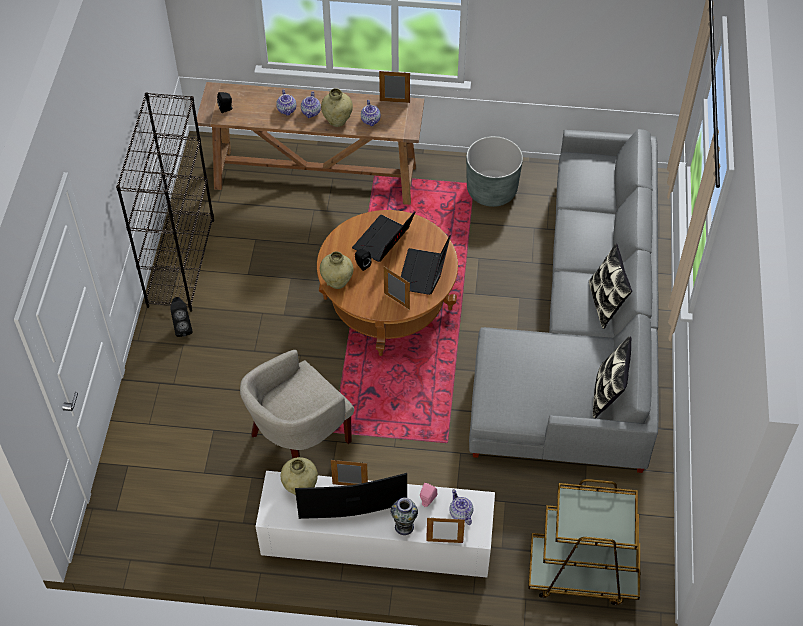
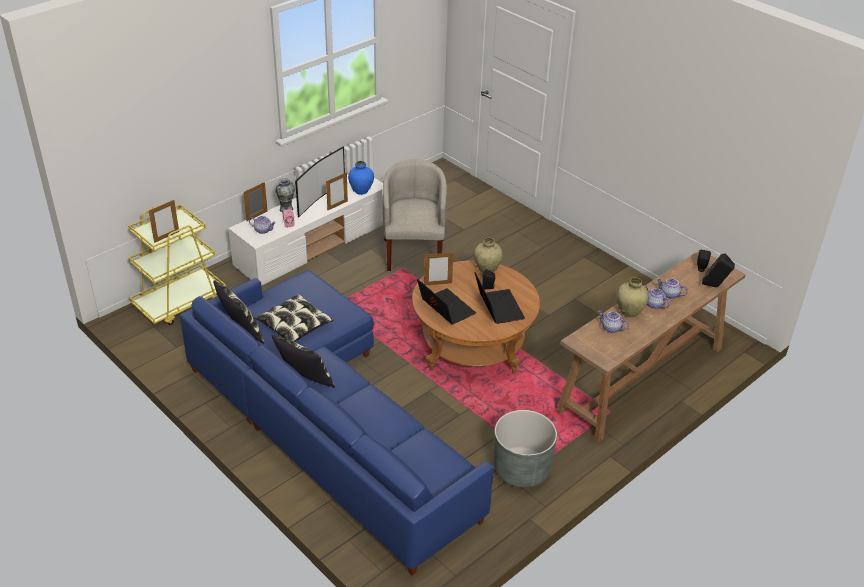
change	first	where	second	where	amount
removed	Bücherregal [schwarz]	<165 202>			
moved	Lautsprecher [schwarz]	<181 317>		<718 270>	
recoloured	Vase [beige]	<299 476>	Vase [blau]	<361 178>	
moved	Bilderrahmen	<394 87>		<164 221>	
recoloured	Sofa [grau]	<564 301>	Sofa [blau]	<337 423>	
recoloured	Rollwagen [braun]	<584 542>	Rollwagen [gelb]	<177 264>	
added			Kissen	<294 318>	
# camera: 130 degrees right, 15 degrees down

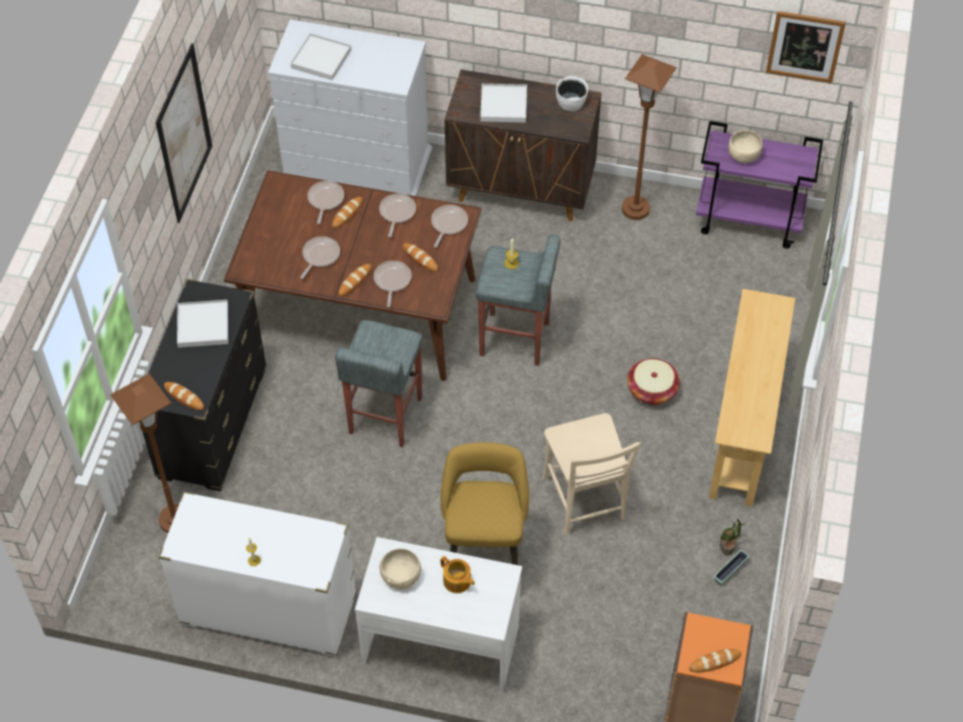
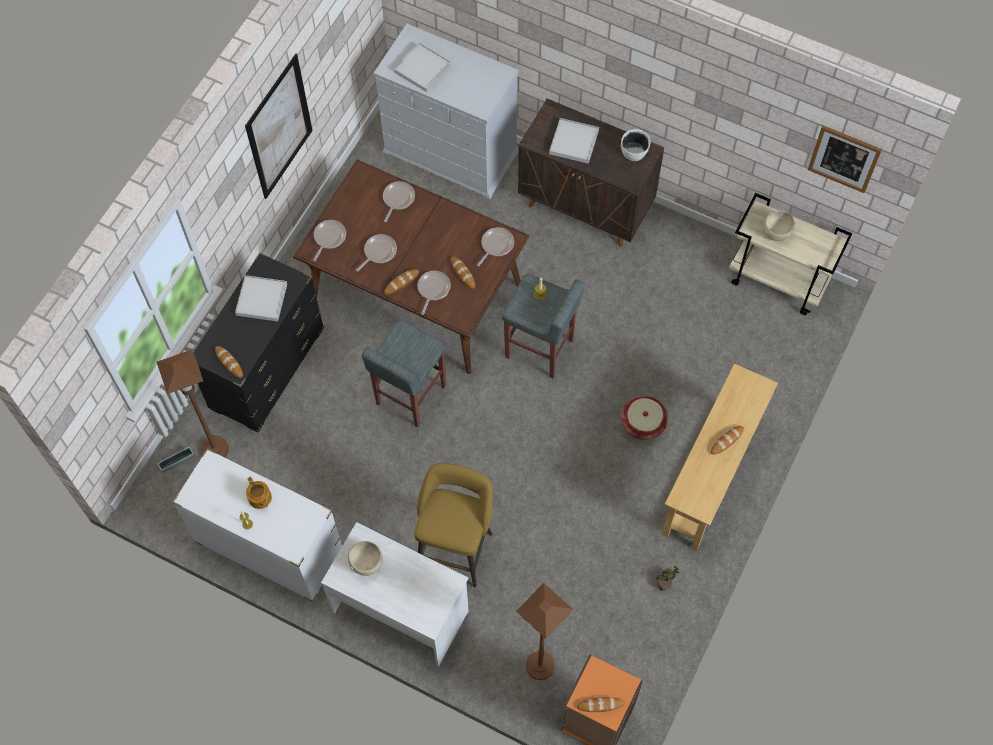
change	first	where	second	where	amount
moved	Brot	<347 212>		<727 440>	
moved	Pfanne	<397 215>		<329 240>	
moved	Teekanne	<457 574>		<259 492>	
removed	Stuhl [beige]	<591 474>			
moved	Stehlampe [braun]	<649 137>		<545 631>	
recoloured	Rollwagen [lila]	<759 184>	Rollwagen [beige]	<790 254>	
moved	Pflanzkübel	<731 568>		<175 459>	
# camera: 15 degrees right, 10 degrees up

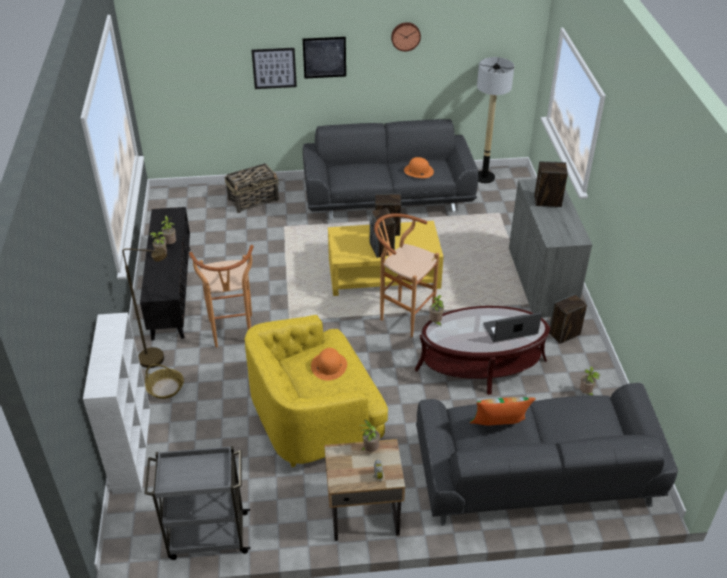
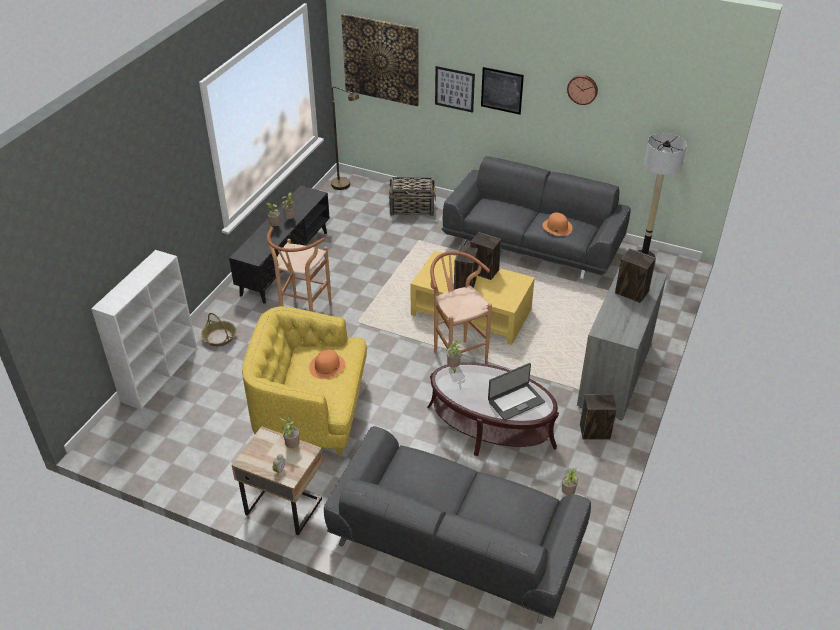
change	first	where	second	where	amount
moved	Stehlampe [braun]	<145 308>		<345 138>	
removed	Rollwagen [grau]	<198 503>			
removed	Kissen	<502 411>			
turned	Laptop	<512 327>		<516 391>	135 degrees clockwise
added			Bild	<380 60>	
# camera: 30 degrees right, 0 degrees up

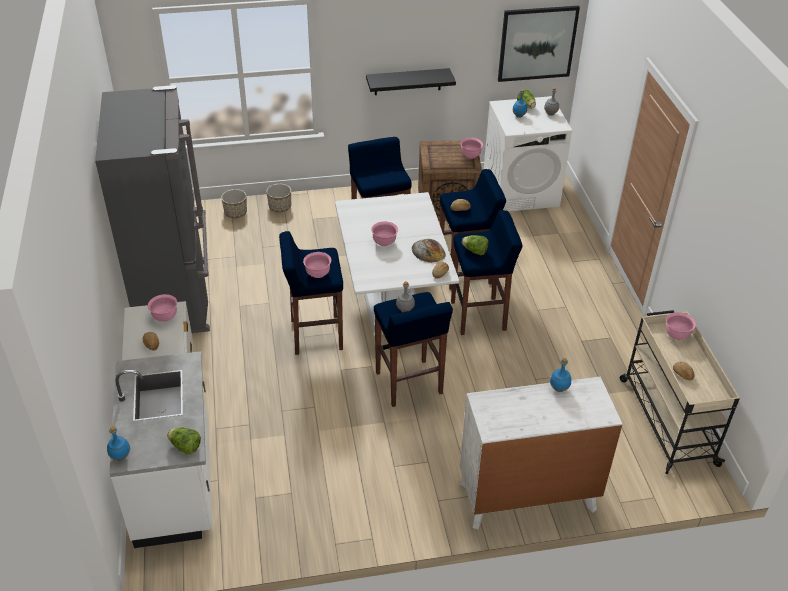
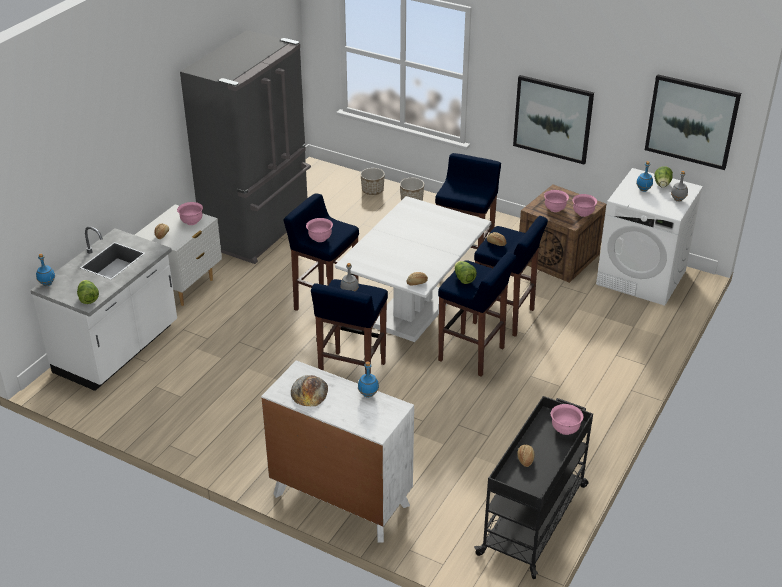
change	first	where	second	where	amount
replaced	Wandregal [schwarz]	<411 81>	Bild	<553 119>	
moved	Schüssel [rosa]	<384 234>		<556 201>	
moved	Brot	<429 251>		<309 390>	
recoloured	Rollwagen [beige]	<680 392>	Rollwagen [schwarz]	<533 487>	
# camera: 40 degrees right, 5 degrees down

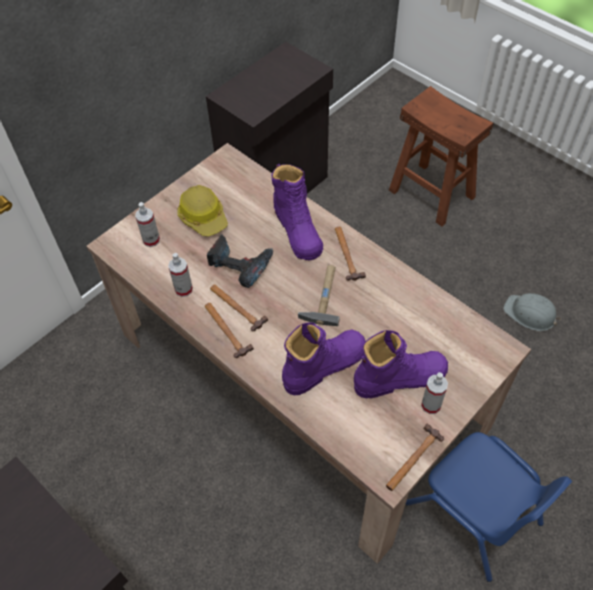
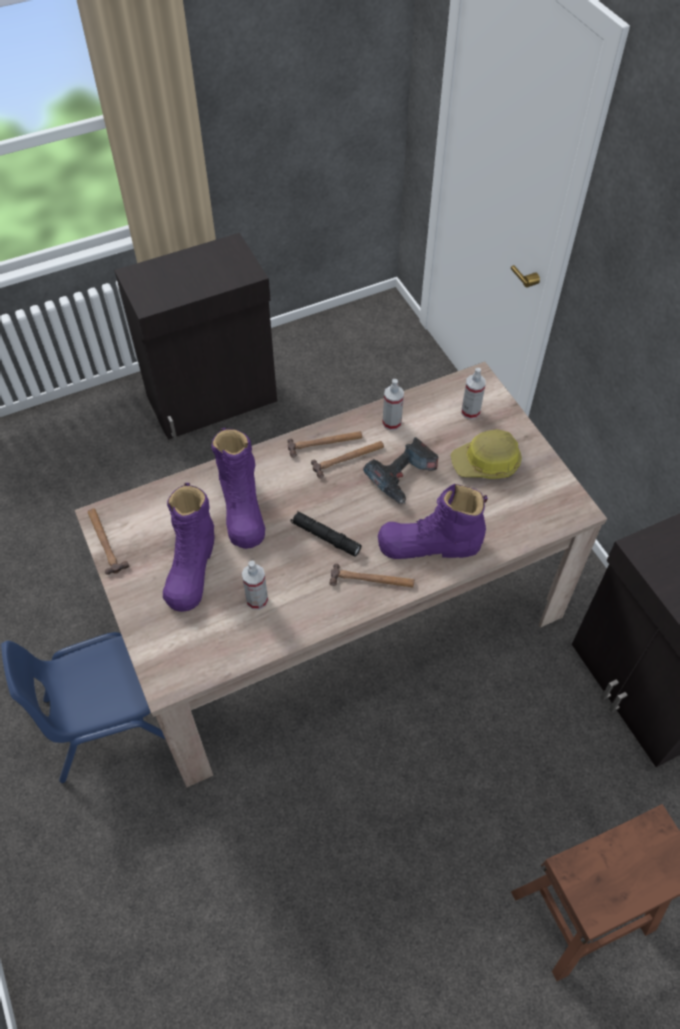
change	first	where	second	where	amount
replaced	Hammer	<319 295>	Taschenlampe [schwarz]	<326 533>	
moved	Sprühflasche	<434 393>		<255 585>	
removed	Schutzhelm [grau]	<532 312>			
# camera: 110 degrees right, 0 degrees up

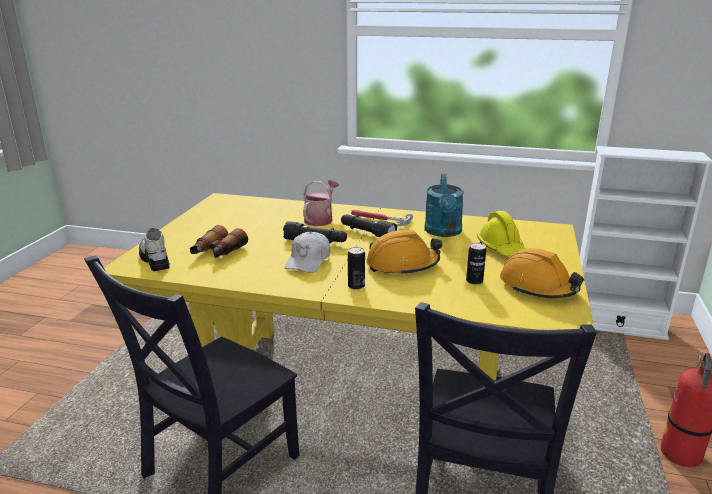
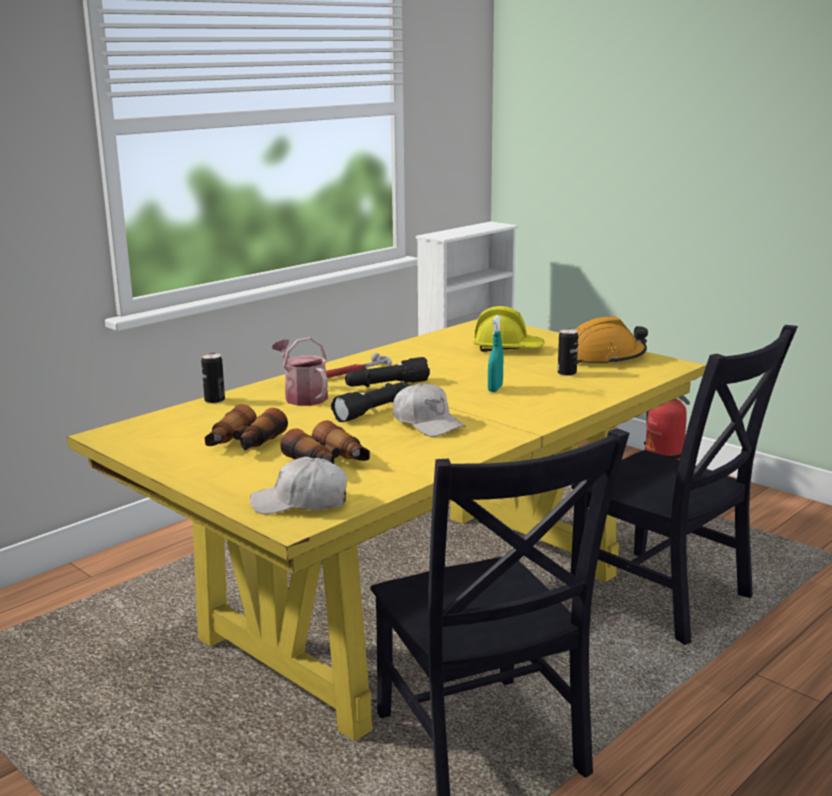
change	first	where	second	where	amount
replaced	Schuh	<154 249>	Kappe [weiß]	<298 485>	
moved	Dose	<356 268>		<213 378>	
replaced	Schutzhelm [orange]	<404 253>	Sprühflasche [türkis]	<495 353>	
removed	Gießkanne [türkis]	<444 205>			
added			Fernglas	<246 427>	
# camera: 60 degrees left, 5 degrees down

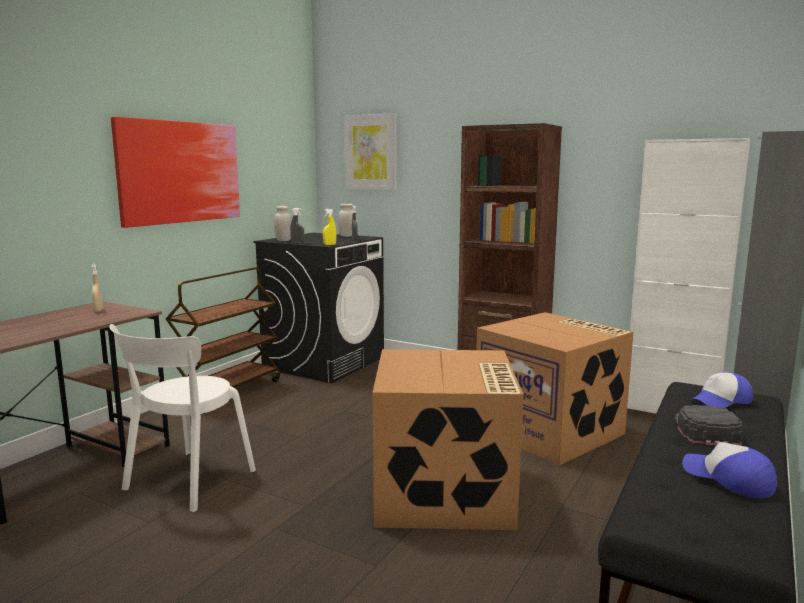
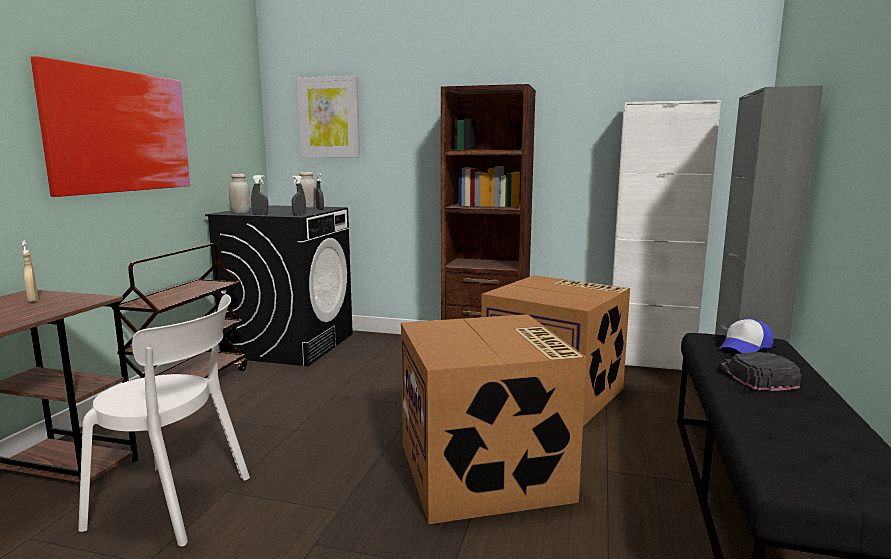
change	first	where	second	where	amount
turned	Stuhl [weiß]	<182 418>		<164 420>	90 degrees counterclockwise
recoloured	Sprühflasche [gelb]	<329 227>	Sprühflasche [grau]	<299 195>	
removed	Kappe	<729 470>			
# camera: 15 degrees left, 0 degrees up

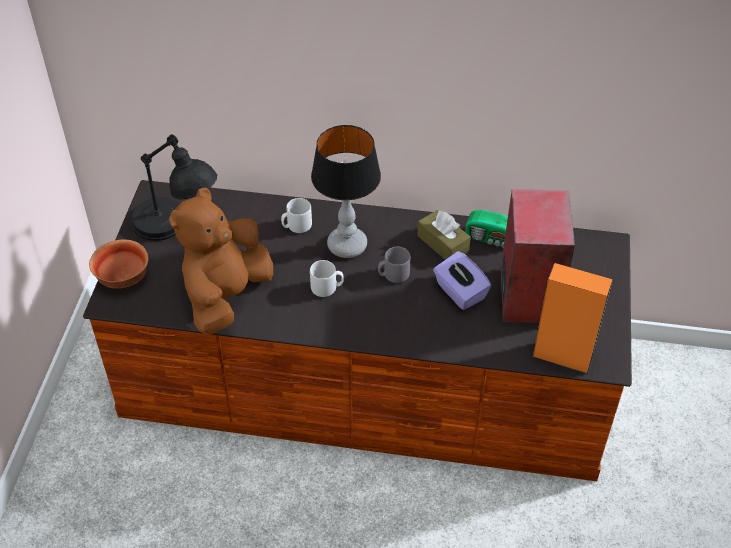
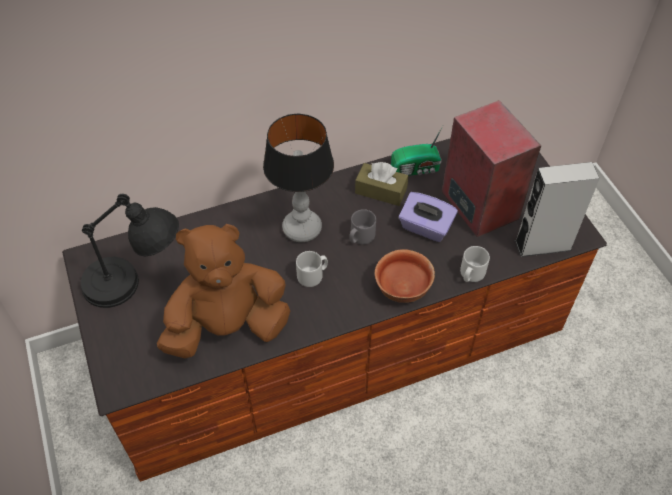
change	first	where	second	where	amount
moved	Schüssel	<119 263>		<405 276>	
turned	Plüschtier [braun]	<221 261>		<223 291>	75 degrees clockwise
moved	Henkelbecher [grau]	<296 215>		<475 264>	
recoloured	Lautsprecher [orange]	<572 318>	Lautsprecher [grau]	<557 209>	
# camera: 30 degrees left, 5 degrees up

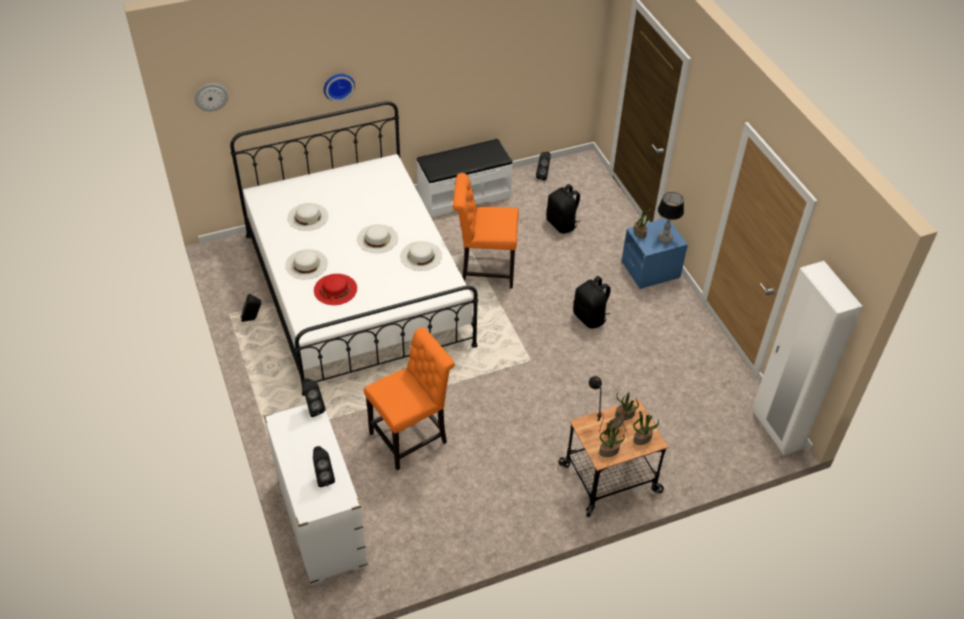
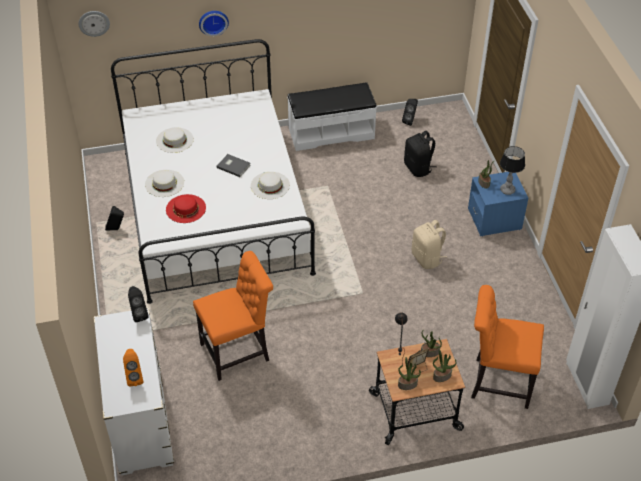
change	first	where	second	where	amount
recoloured	Lautsprecher [schwarz]	<324 466>	Lautsprecher [orange]	<133 367>	
replaced	Hut [weiß]	<377 238>	Buch [grau]	<233 165>	
moved	Stuhl [orange]	<486 231>		<507 347>	
recoloured	Rucksack [schwarz]	<592 302>	Rucksack [beige]	<429 244>	
# camera: 10 degrees right, 0 degrees up

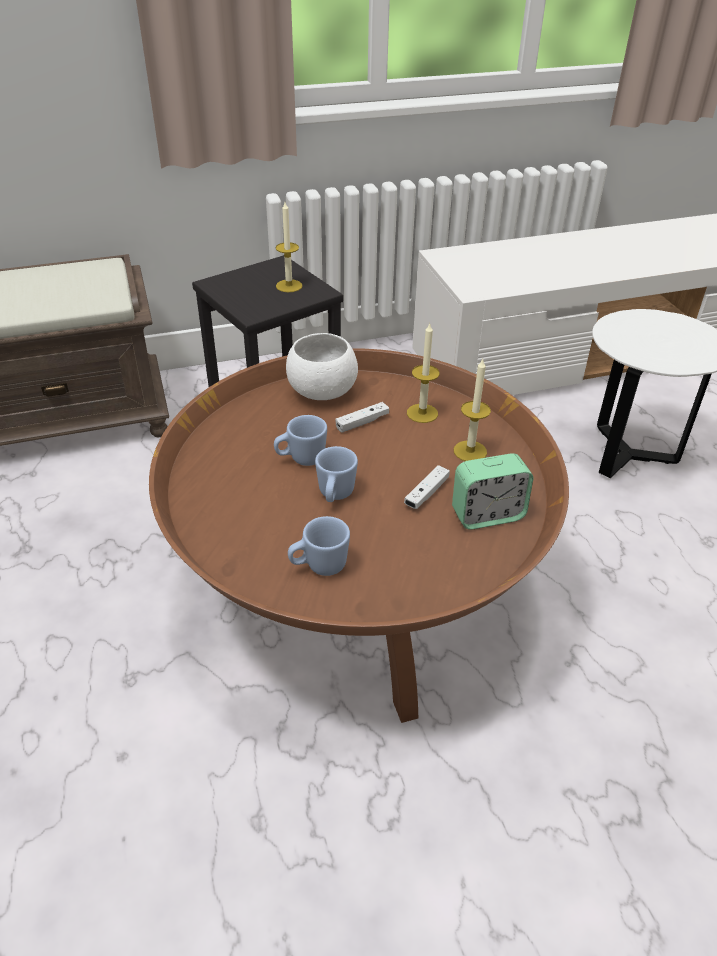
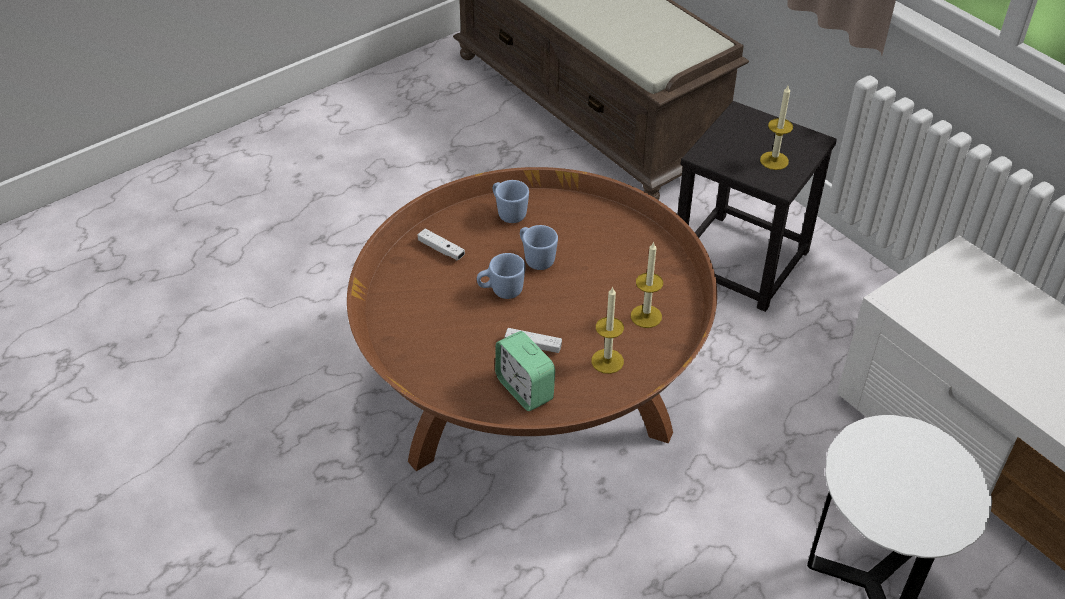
change	first	where	second	where	amount
removed	Schüssel [weiß]	<322 366>			
moved	Henkelbecher [blau]	<319 546>		<511 201>	
moved	Gamepad [weiß]	<362 417>		<441 244>	
# camera: 70 degrees right, 5 degrees up

